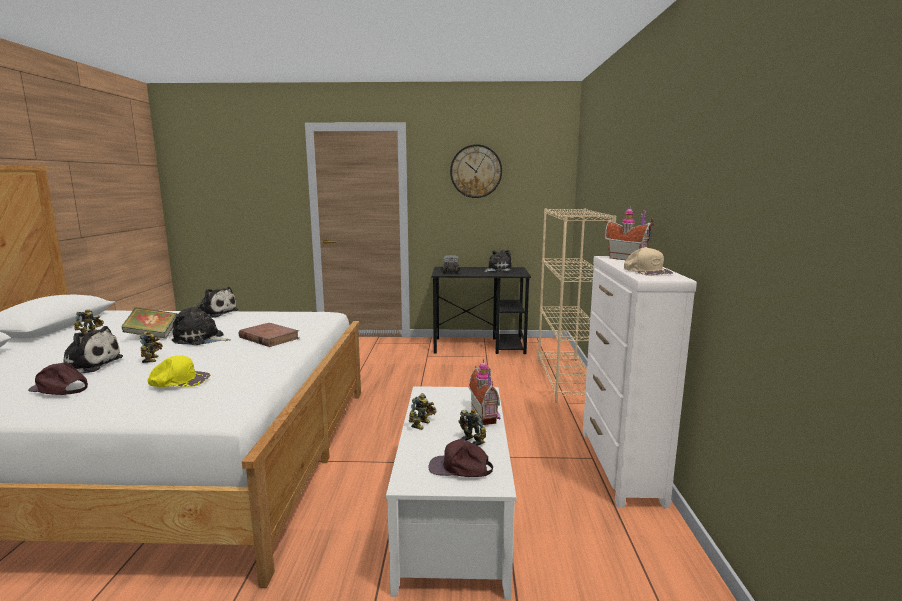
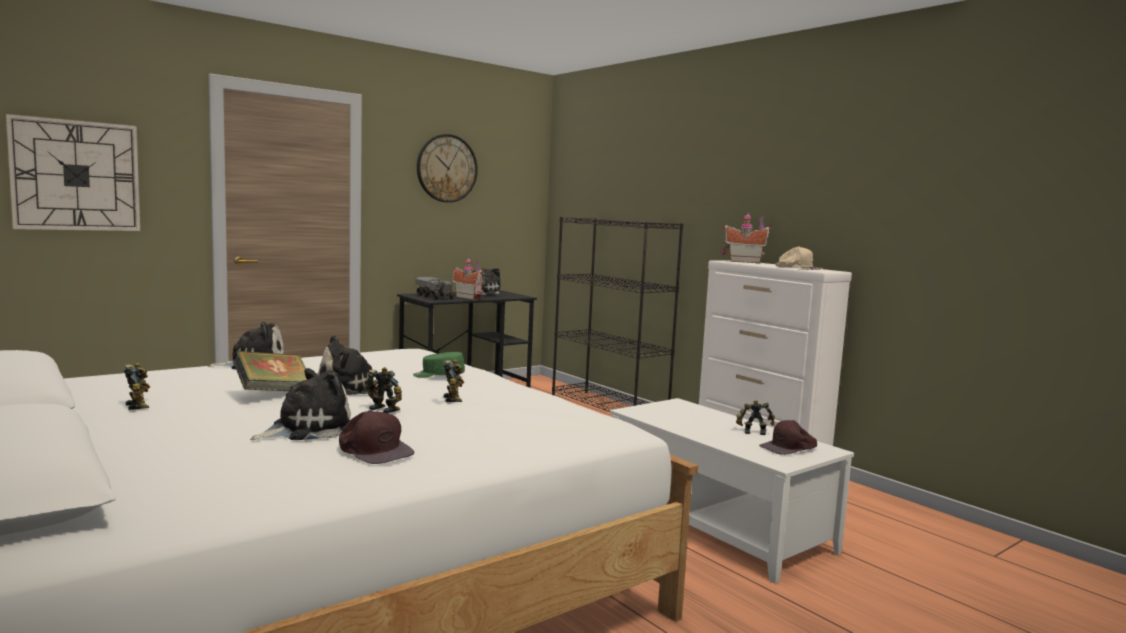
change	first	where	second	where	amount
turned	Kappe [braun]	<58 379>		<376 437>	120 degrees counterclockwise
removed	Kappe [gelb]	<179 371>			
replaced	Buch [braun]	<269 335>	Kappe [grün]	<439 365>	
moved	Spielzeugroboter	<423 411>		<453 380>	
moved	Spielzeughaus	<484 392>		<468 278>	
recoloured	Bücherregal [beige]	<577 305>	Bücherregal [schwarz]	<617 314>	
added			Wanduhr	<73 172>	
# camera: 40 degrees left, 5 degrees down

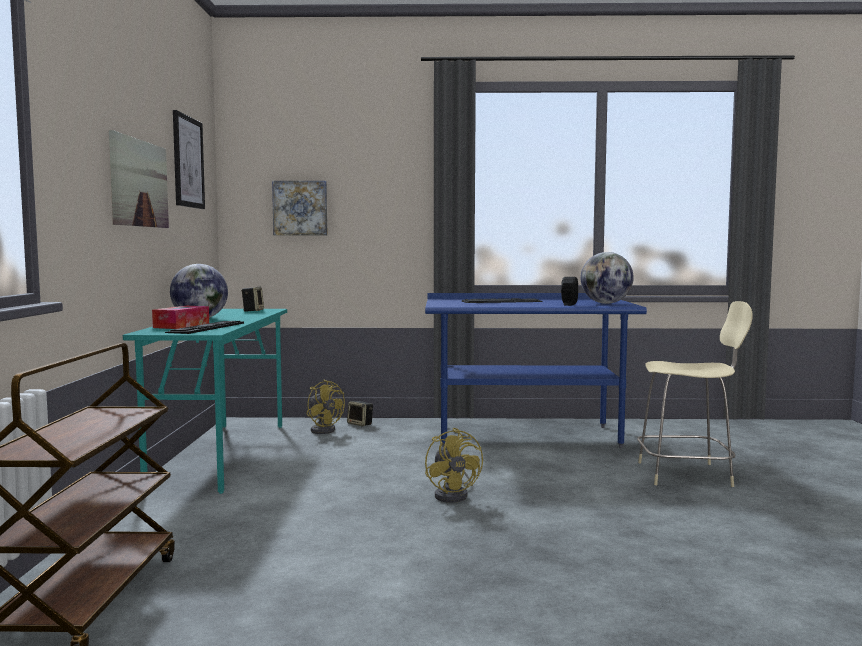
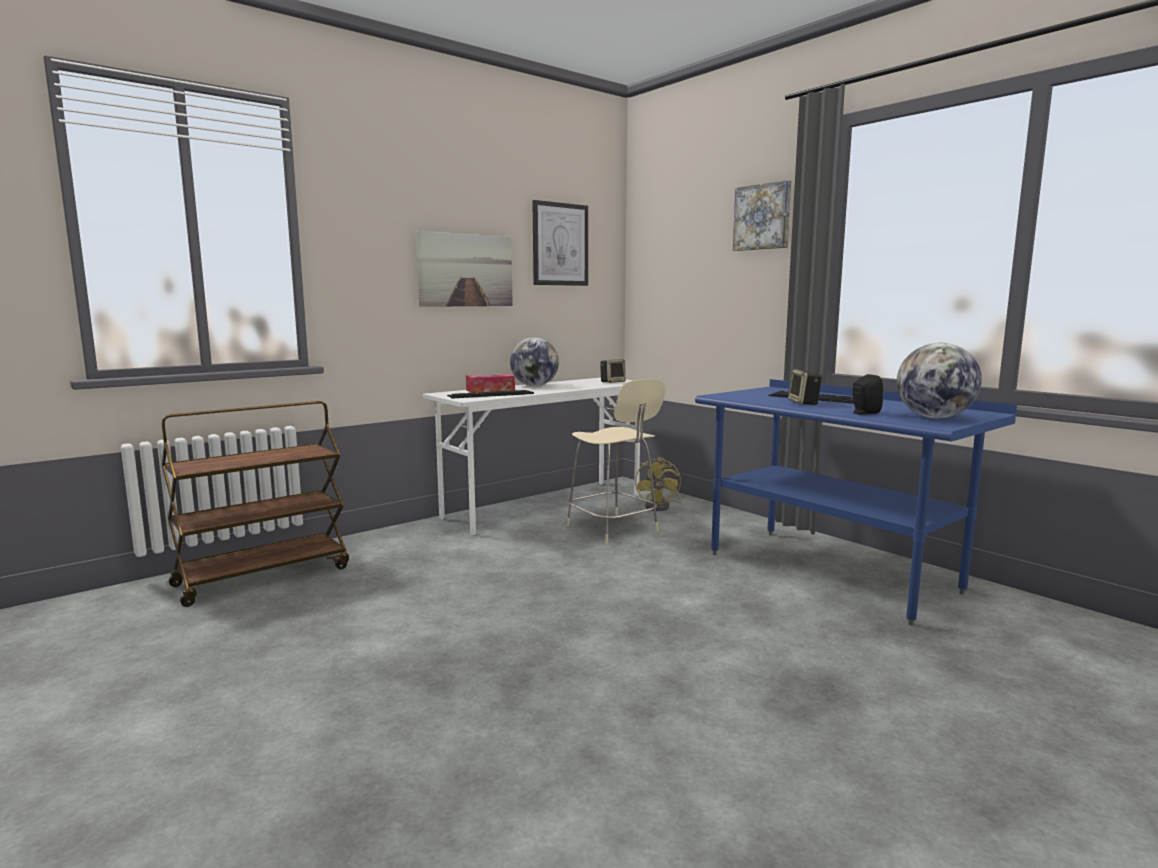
change	first	where	second	where	amount
recoloured	Schreibtisch [türkis]	<205 401>	Schreibtisch [weiß]	<531 456>	
moved	Bild	<299 208>		<762 215>	
moved	Lautsprecher	<360 413>		<805 387>	
removed	Ventilator [gelb]	<454 465>			
moved	Stuhl [beige]	<695 394>		<616 461>	
# camera: 50 degrees right, 5 degrees up

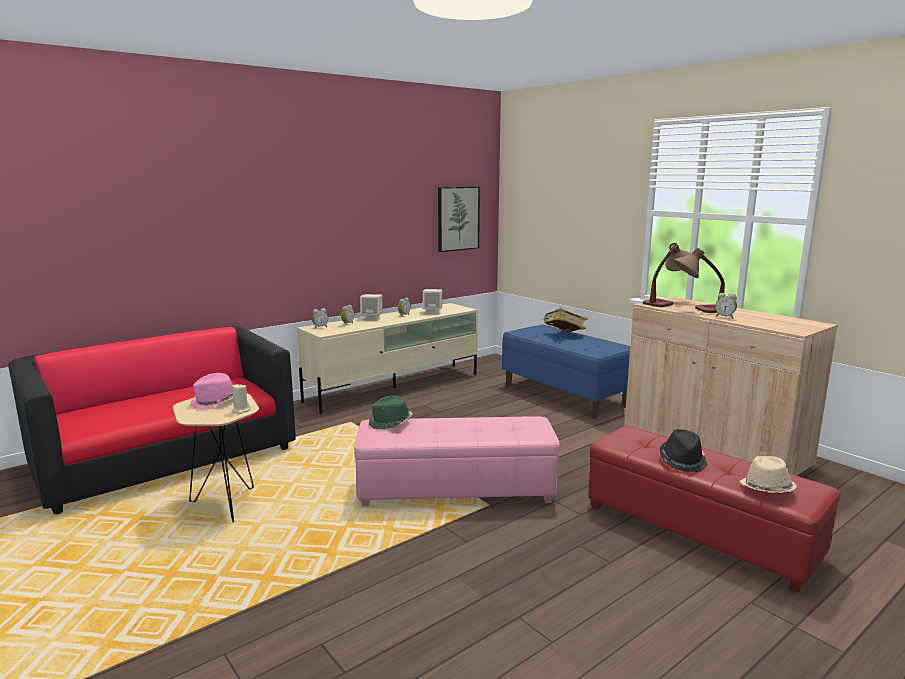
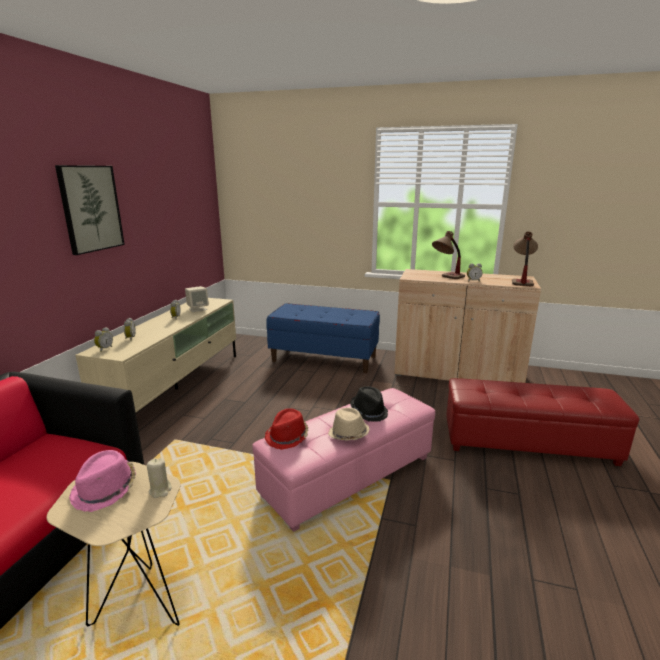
change	first	where	second	where	amount
removed	Lautsprecher [beige]	<371 307>			
recoloured	Hut [grün]	<391 412>	Hut [rot]	<286 429>	
moved	Bild	<459 219>		<90 210>	
removed	Buch	<566 319>			
moved	Tischlampe	<667 275>		<525 258>	
moved	Hut [schwarz]	<683 450>		<369 404>	
moved	Hut [beige]	<768 474>		<349 424>	
# camera: 35 degrees left, 5 degrees up

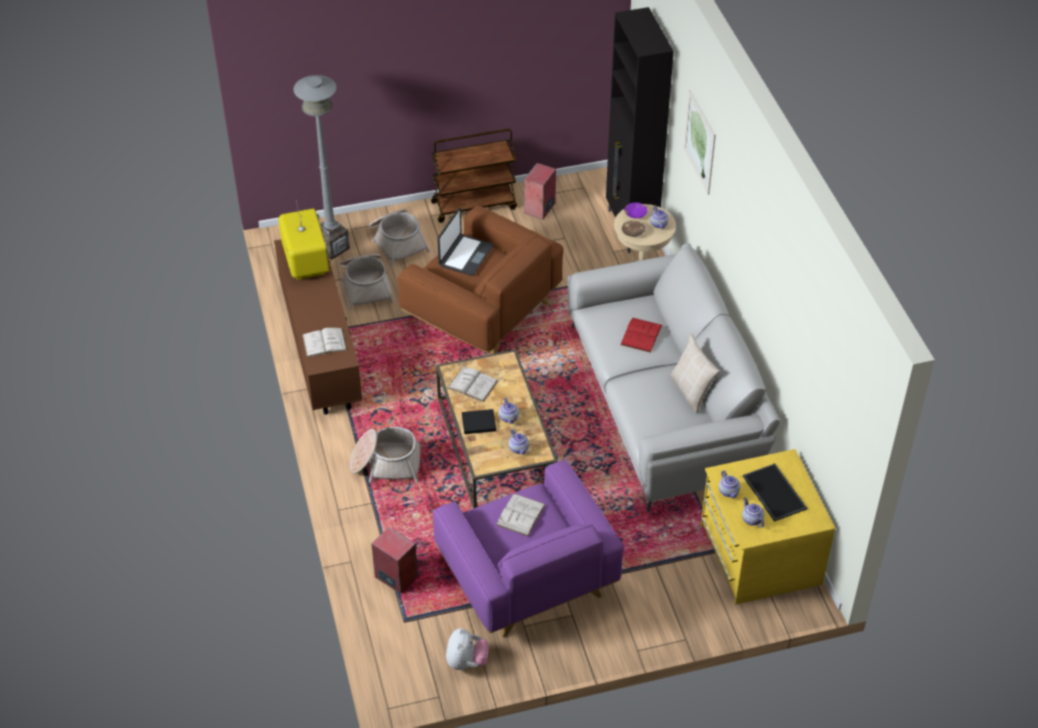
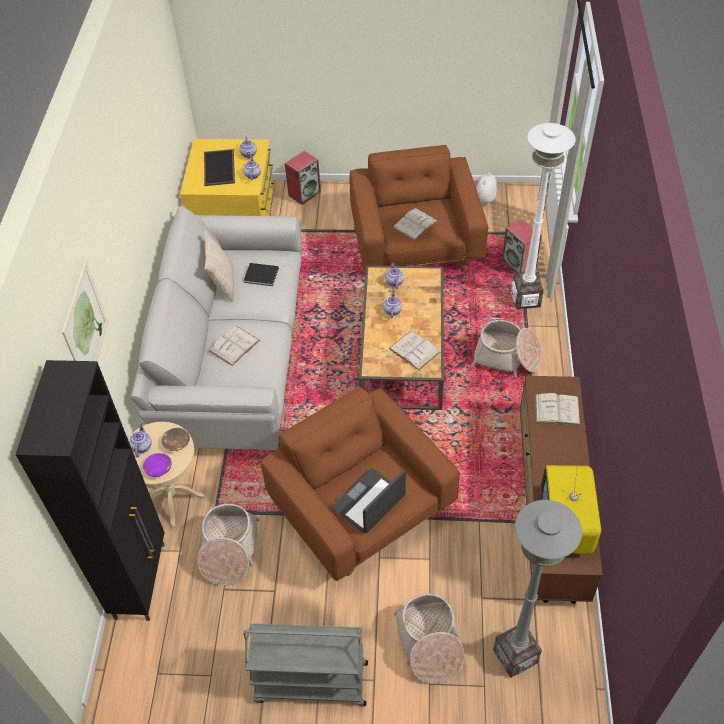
change	first	where	second	where	amount
moved	Korb	<367 282>		<228 545>	
recoloured	Rollwagen [braun]	<474 176>	Rollwagen [grau]	<305 664>	
recoloured	Sessel [lila]	<528 548>	Sessel [braun]	<418 208>	
moved	Buch [schwarz]	<479 421>		<261 274>	
moved	Lautsprecher	<540 191>		<303 178>	
recoloured	Buch [rot]	<641 335>	Buch [weiß]	<234 346>	
added			Stehlampe [weiß]	<543 216>	
# camera: 160 degrees left, 5 degrees up

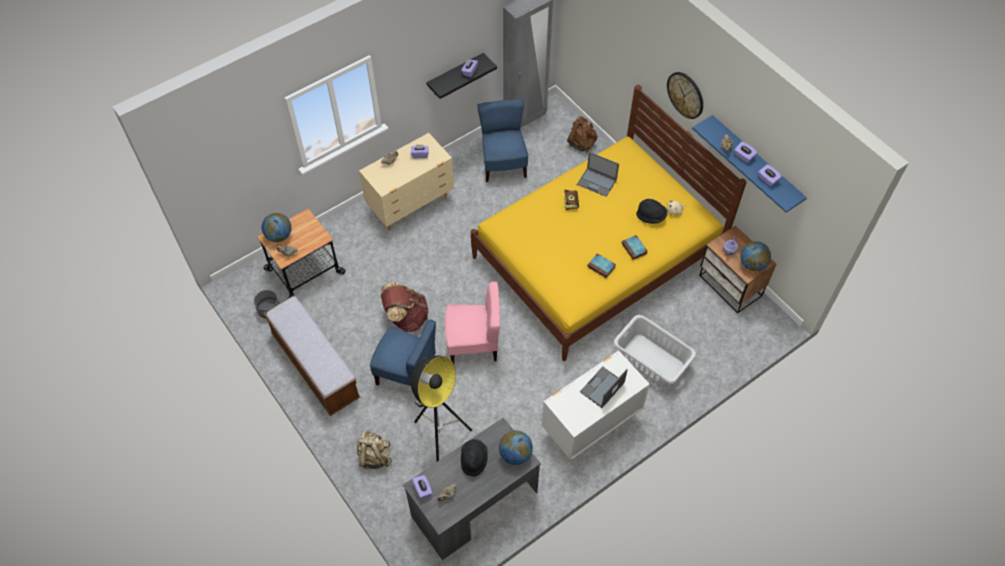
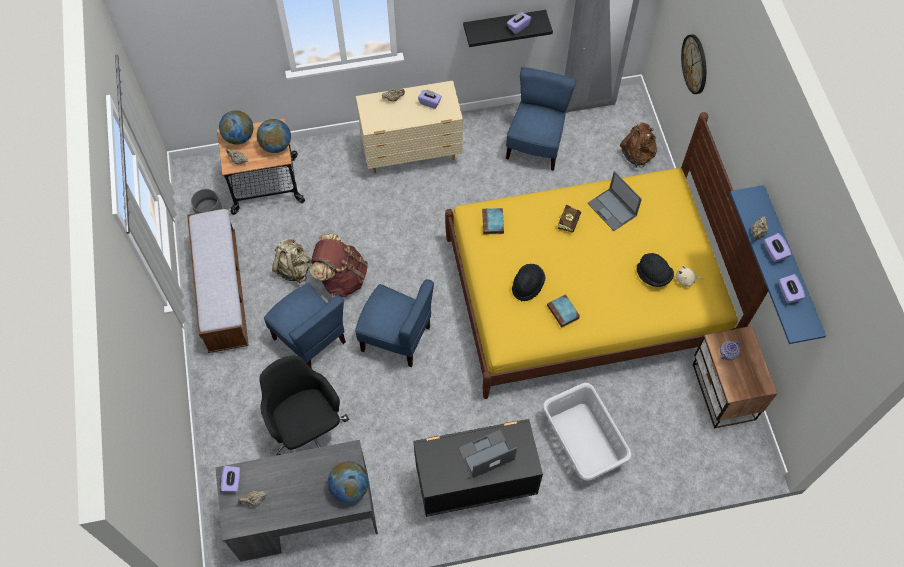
change	first	where	second	where	amount
moved	Rucksack [beige]	<374 449>		<291 260>	
replaced	Stehlampe	<441 409>	Bürostuhl [schwarz]	<304 406>	
recoloured	Stuhl [rosa]	<472 322>	Stuhl [blau]	<394 323>	
moved	Hut [schwarz]	<474 458>		<529 282>	
recoloured	Kommode [weiß]	<596 405>	Kommode [schwarz]	<478 468>	
moved	Buch	<635 247>		<493 221>	
moved	Wanduhr	<685 95>		<693 64>	
moved	Globus	<755 256>		<274 136>	
# camera: 25 degrees right, 5 degrees up

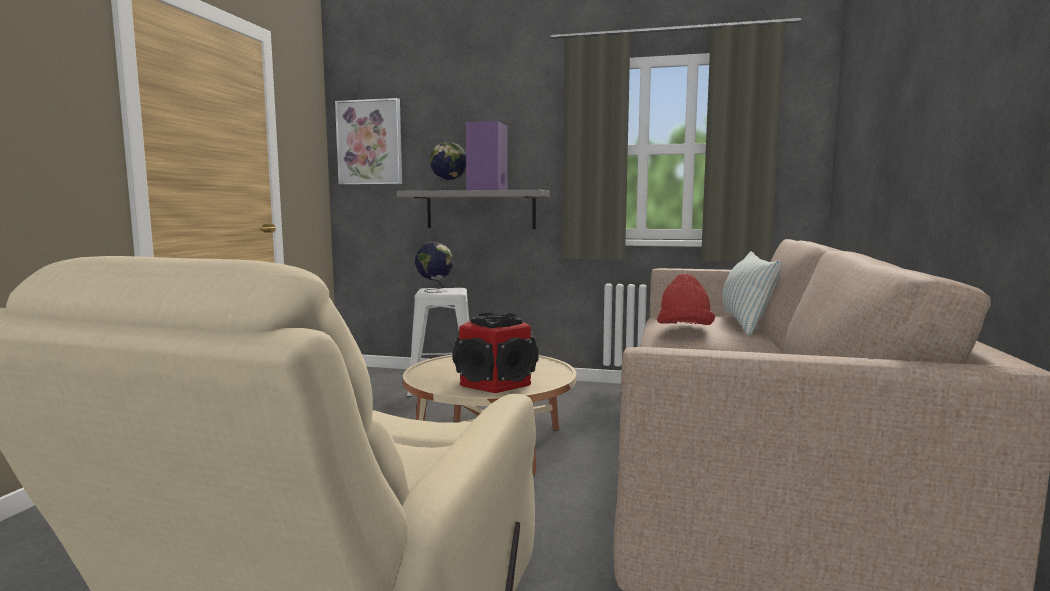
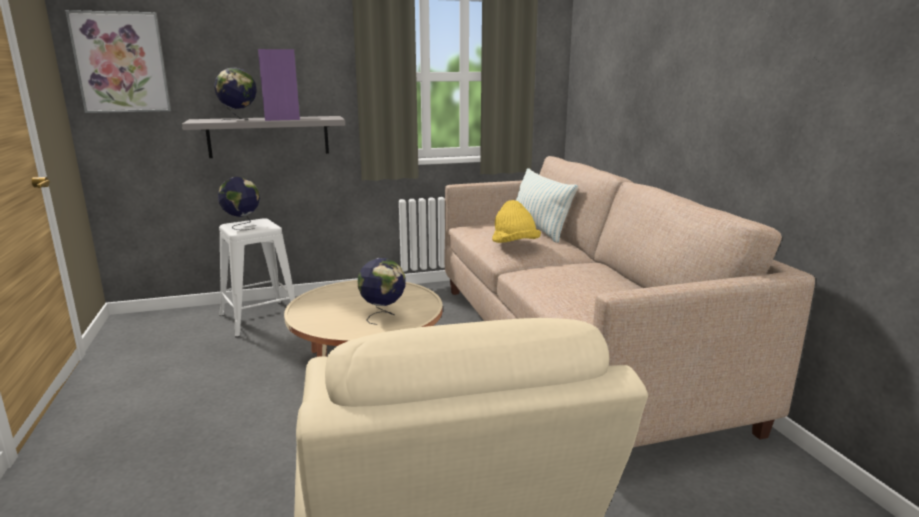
change	first	where	second	where	amount
replaced	Lautsprecher	<495 353>	Globus	<382 291>	
recoloured	Hut [rot]	<686 299>	Hut [gelb]	<516 221>	
# camera: 30 degrees left, 10 degrees up

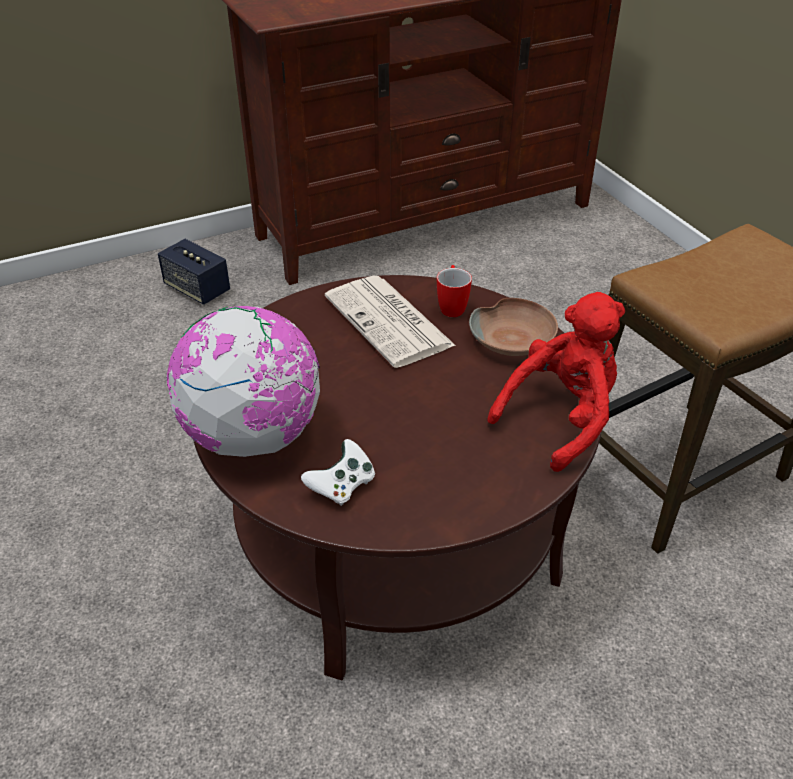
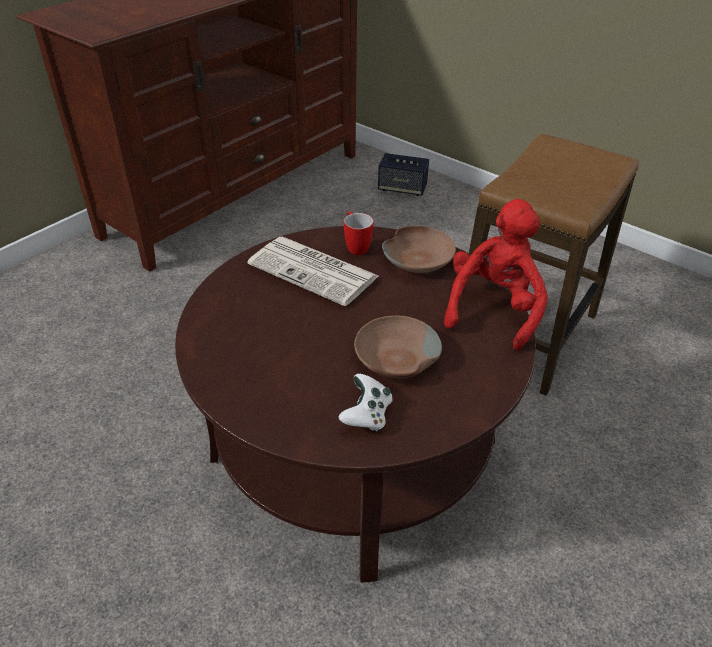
change	first	where	second	where	amount
moved	Lautsprecher	<194 272>		<403 174>	
removed	Globus	<243 381>			
added			Schüssel [braun]	<398 347>	
# camera: 25 degrees left, 0 degrees up

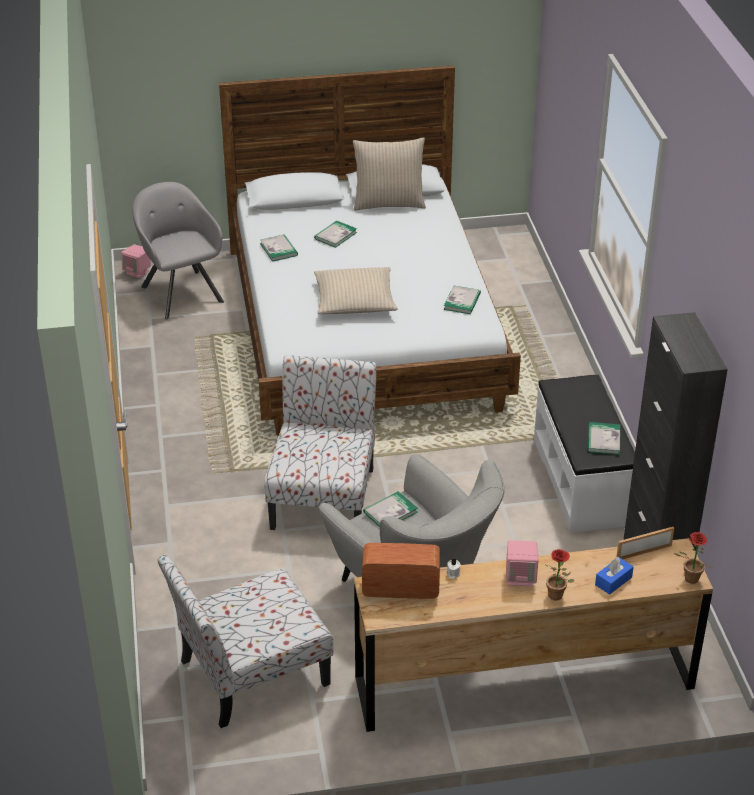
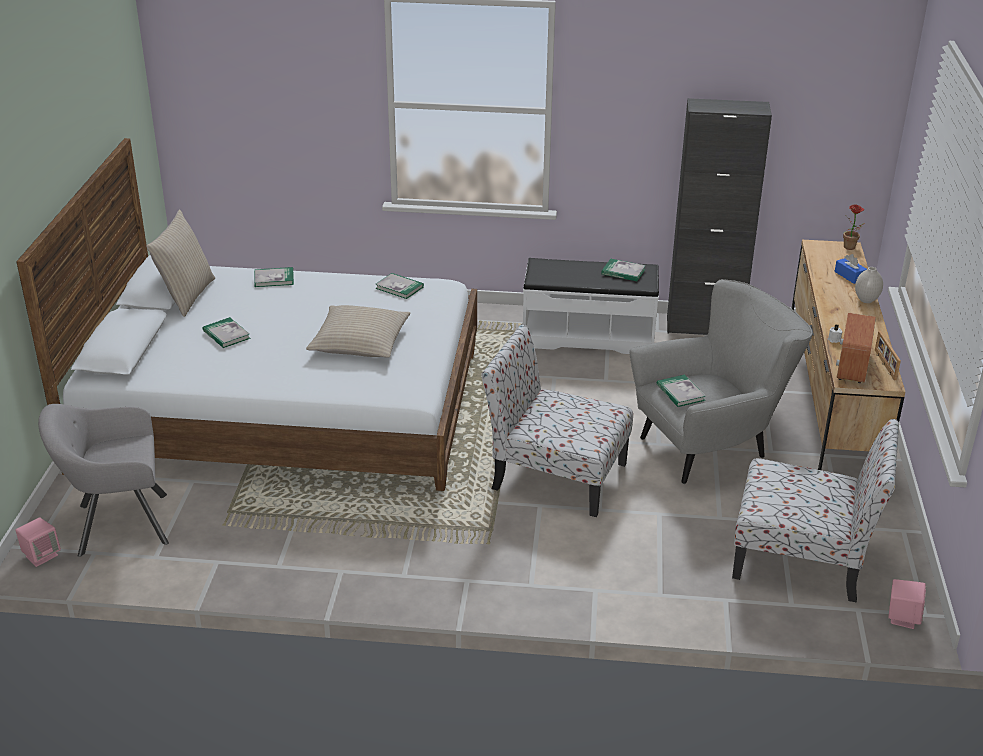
change	first	where	second	where	amount
turned	Stuhl	<245 641>		<815 510>	60 degrees counterclockwise
moved	Buch	<279 248>		<274 277>	
moved	Lautsprecher [rosa]	<522 563>		<907 604>	
replaced	Topfpflanze	<560 575>	Vase [weiß]	<869 285>	
moved	Bilderrahmen	<645 543>		<888 355>	
# camera: 75 degrees left, 5 degrees down

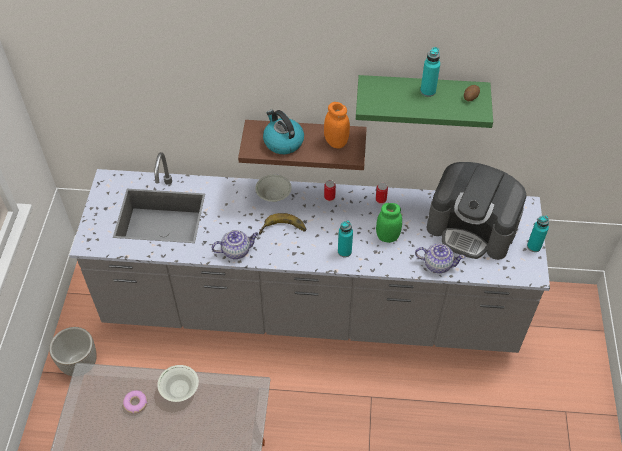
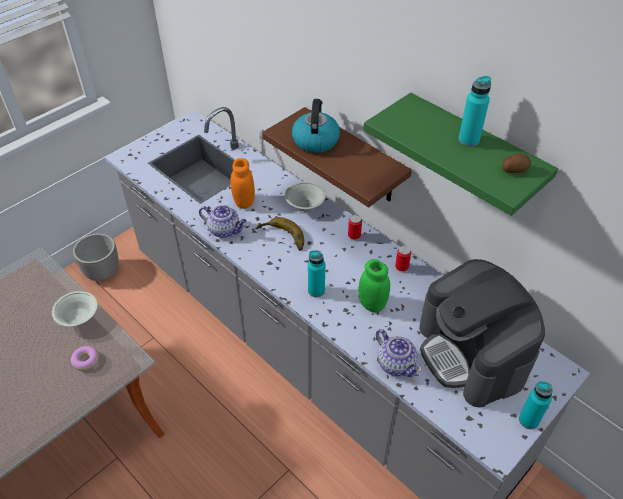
change	first	where	second	where	amount
moved	Donut	<135 402>		<85 358>	
moved	Vorratsglas [orange]	<337 125>		<242 183>	
# camera: 40 degrees right, 5 degrees down

